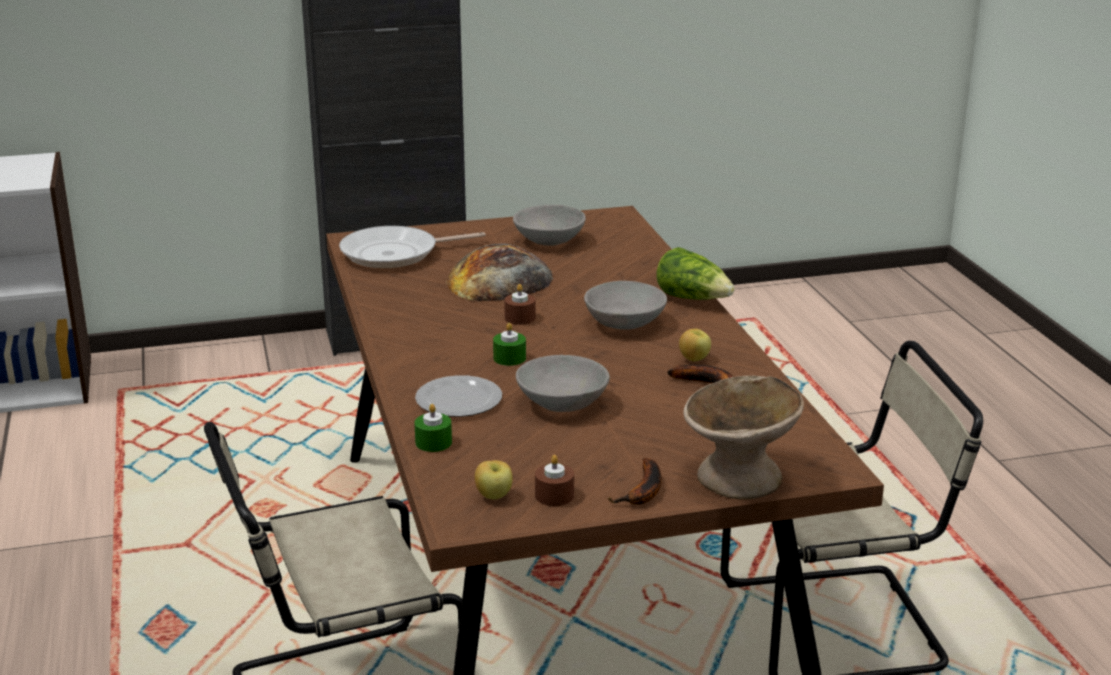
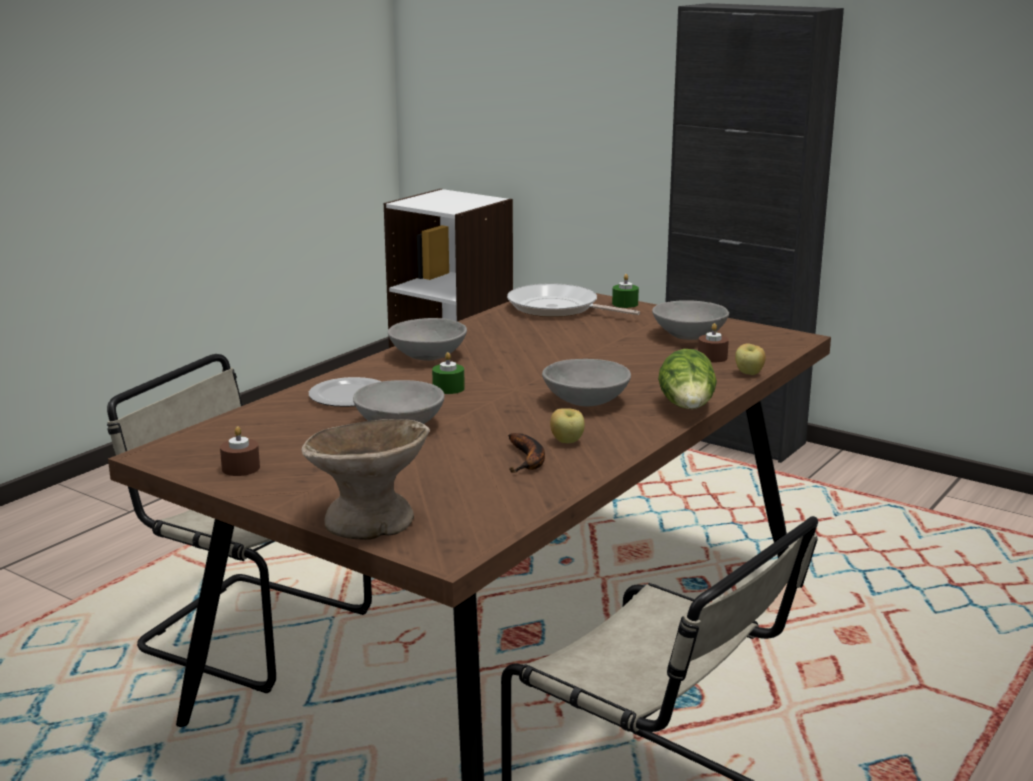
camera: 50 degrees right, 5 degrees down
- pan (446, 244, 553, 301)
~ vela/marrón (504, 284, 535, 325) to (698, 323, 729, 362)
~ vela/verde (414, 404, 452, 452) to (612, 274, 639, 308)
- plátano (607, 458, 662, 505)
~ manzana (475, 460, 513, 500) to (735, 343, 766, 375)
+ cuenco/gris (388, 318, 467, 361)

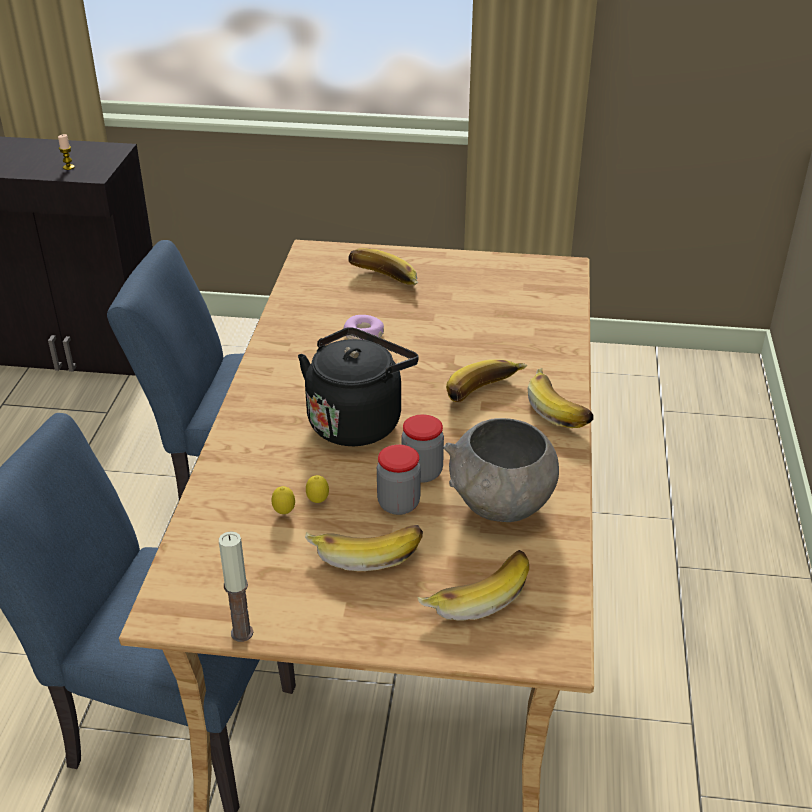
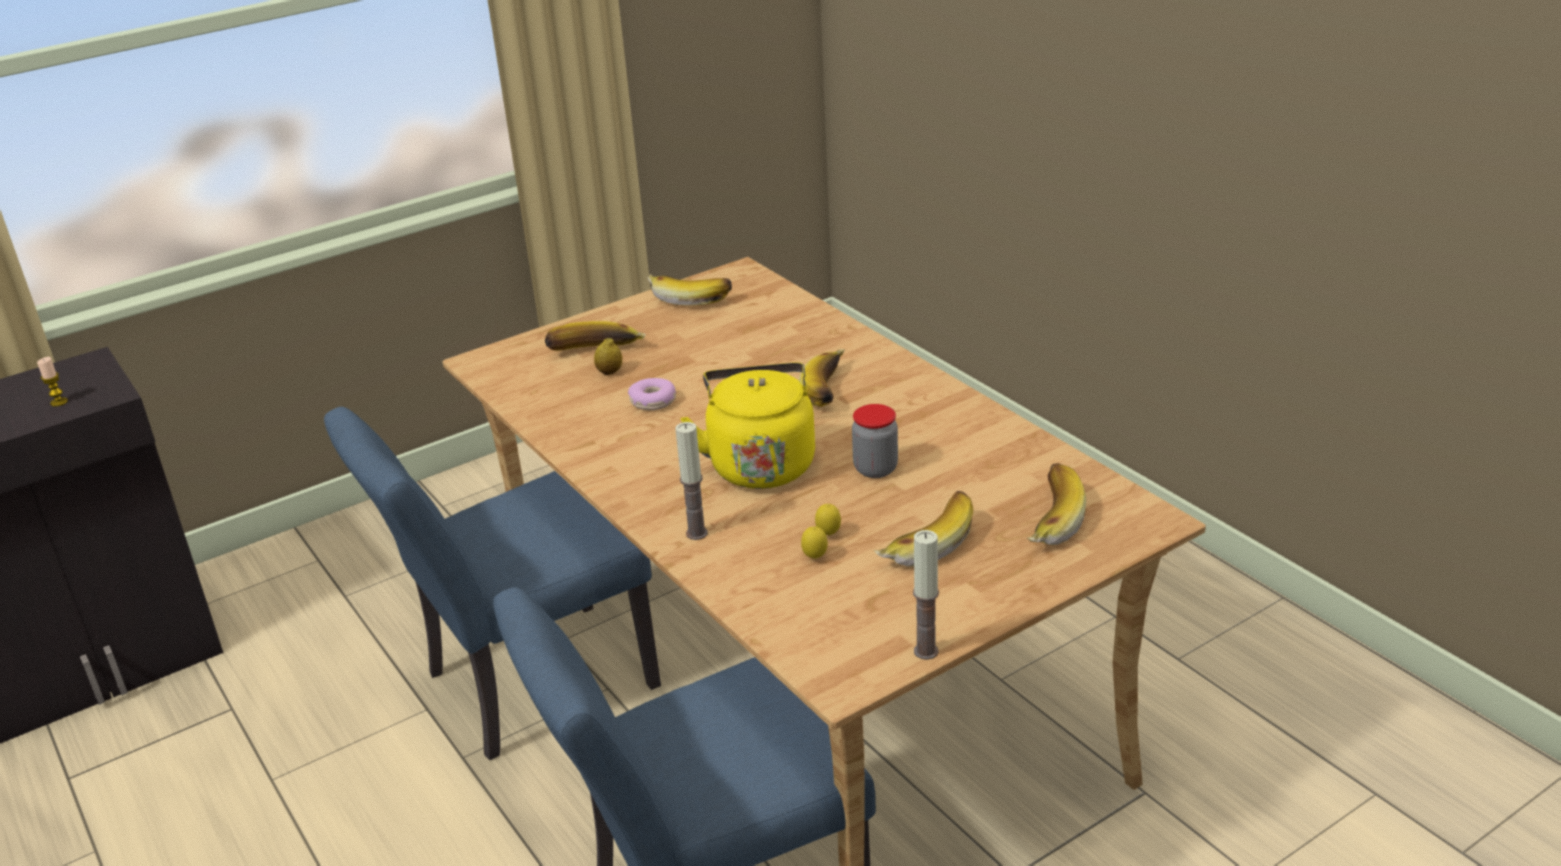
camera: 40 degrees left, 5 degrees down
~ hervidor/negro (298, 327, 419, 446) to hervidor/amarillo (681, 362, 815, 489)
~ plátano (528, 368, 594, 428) to (648, 274, 732, 306)
- cuenco/gris (444, 418, 559, 522)
- tarro (377, 444, 421, 515)
+ limón (594, 338, 622, 375)
+ vela (675, 422, 708, 540)

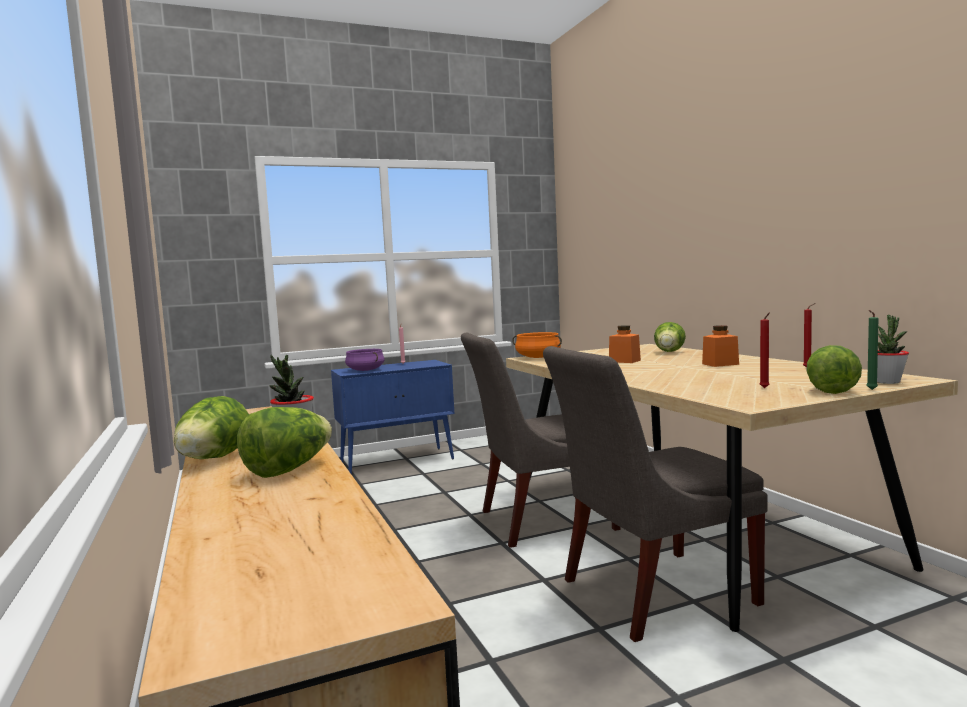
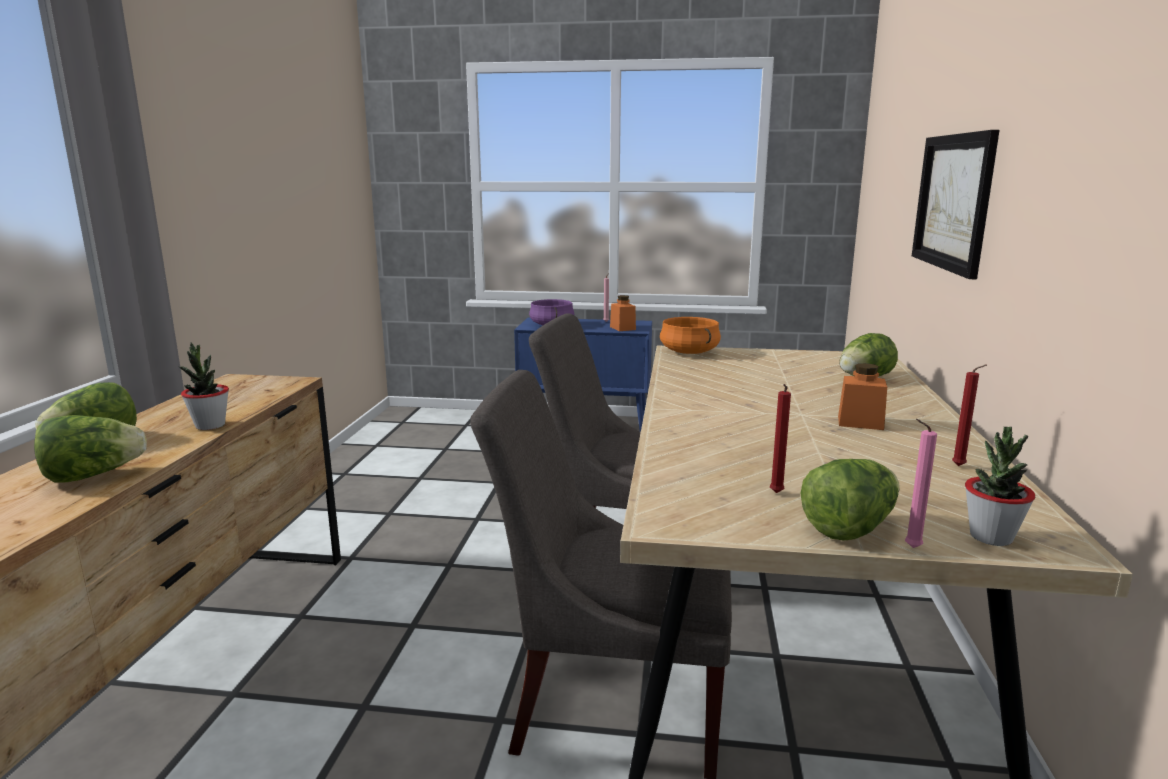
camera: 30 degrees right, 10 degrees up
~ vela/verde (866, 310, 879, 390) to vela/rosa (905, 419, 937, 548)
~ tarro/naranja (609, 325, 641, 363) to (610, 295, 636, 331)
+ cuadro (912, 130, 1000, 279)

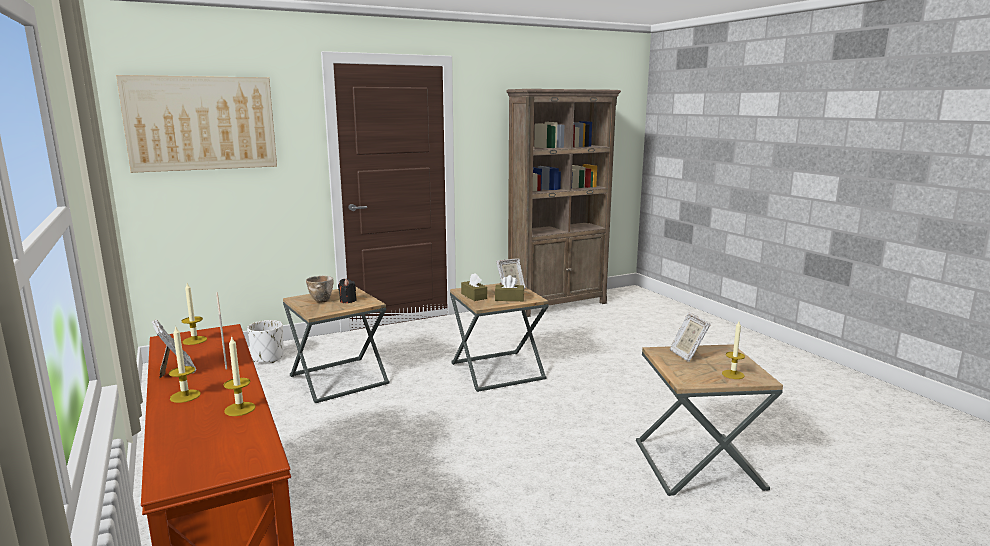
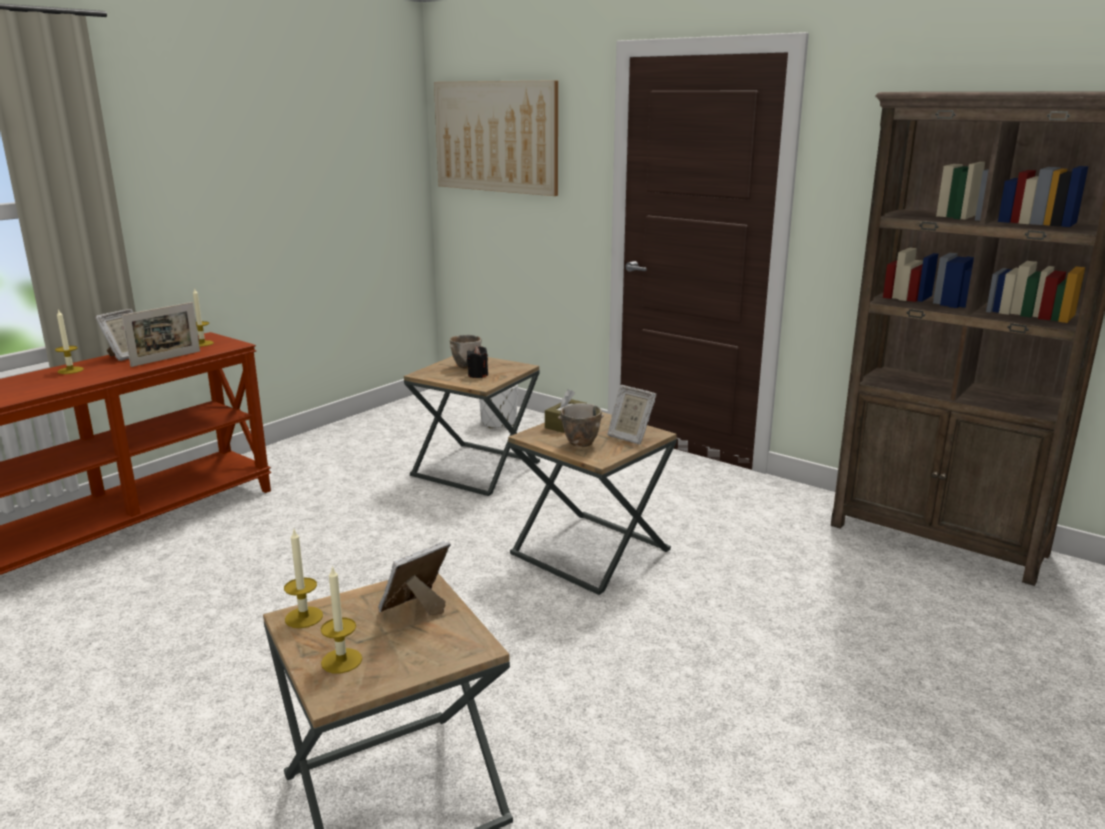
camera: 65 degrees right, 5 degrees up
~ caja de pañuelos/marrón (495, 275, 524, 301) to cuenco (558, 403, 604, 447)
~ vela (223, 335, 256, 416) to (284, 530, 323, 628)

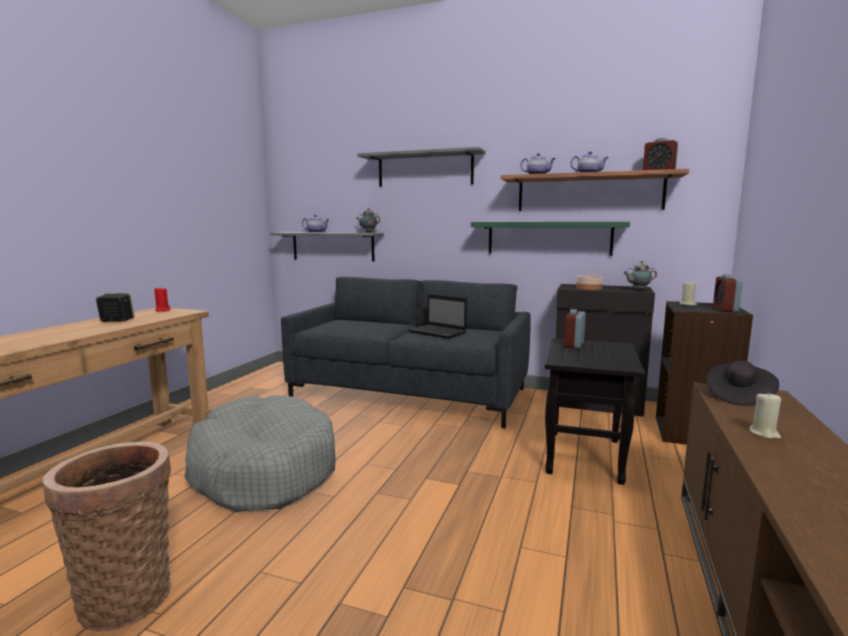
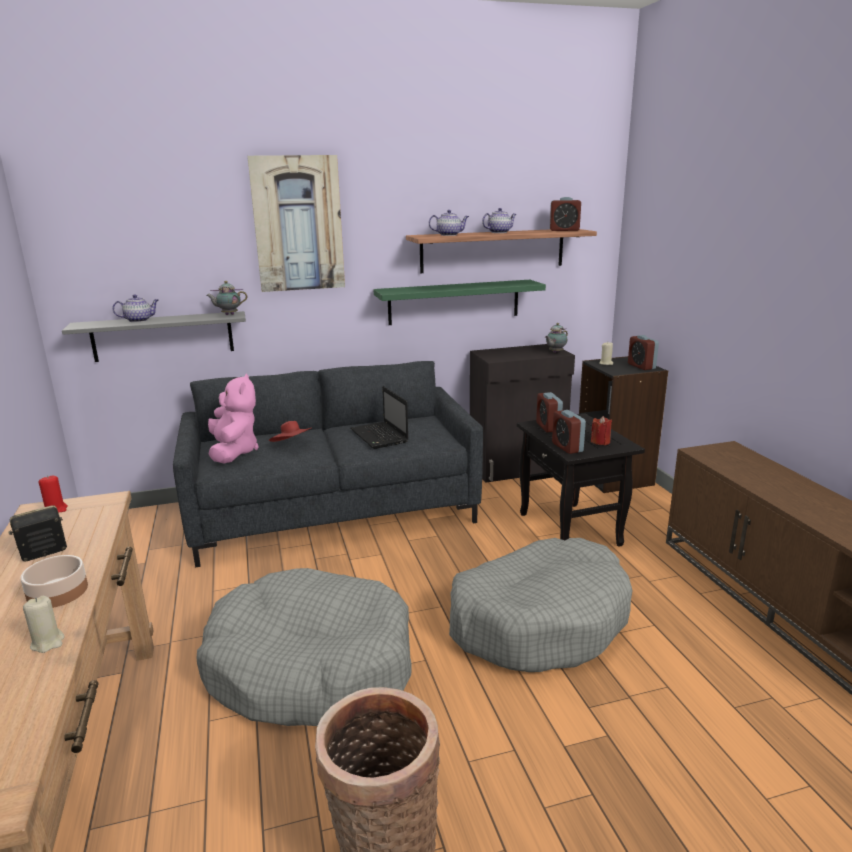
camera: 35 degrees left, 10 degrees up
~ estante/gris (357, 147, 486, 187) to cuadro (247, 155, 345, 292)
~ cuenco (576, 275, 603, 290) to (20, 555, 88, 608)
~ portátil (408, 294, 467, 339) = (350, 386, 409, 449) 60 degrees clockwise
- sombrero/negro (706, 360, 779, 406)
~ vela/beis (749, 392, 781, 439) to (23, 596, 65, 653)
+ peluche/rosa (208, 374, 259, 464)
+ despertador (552, 410, 586, 454)
+ vela/rojo (591, 416, 612, 445)
+ sombrero/rojo (269, 421, 311, 442)
+ cama para perro/gris (449, 538, 632, 672)

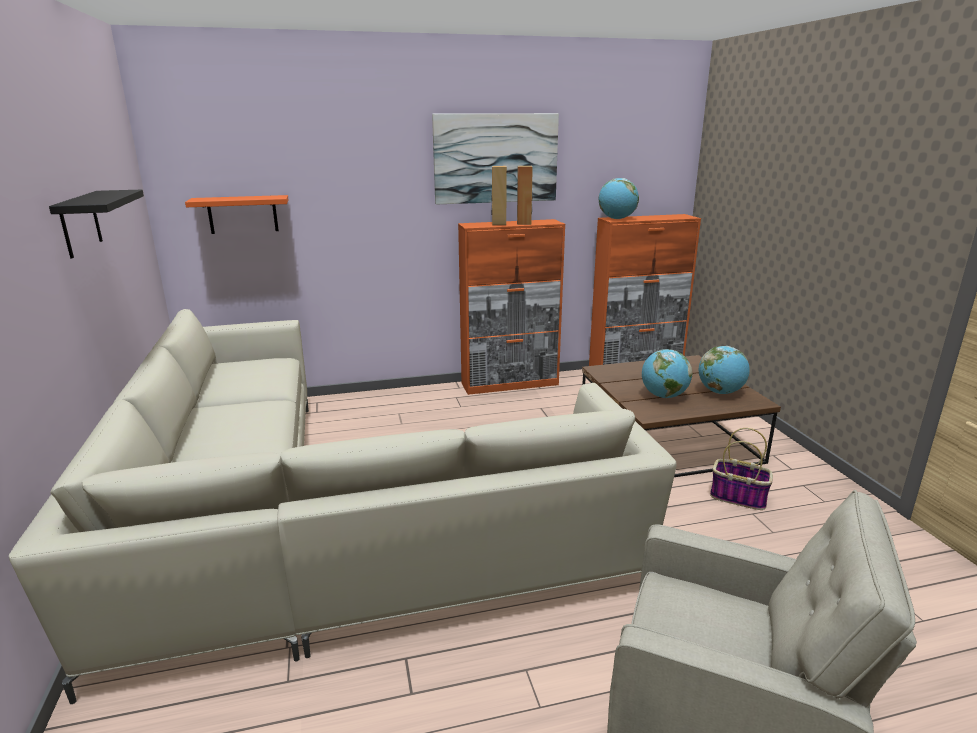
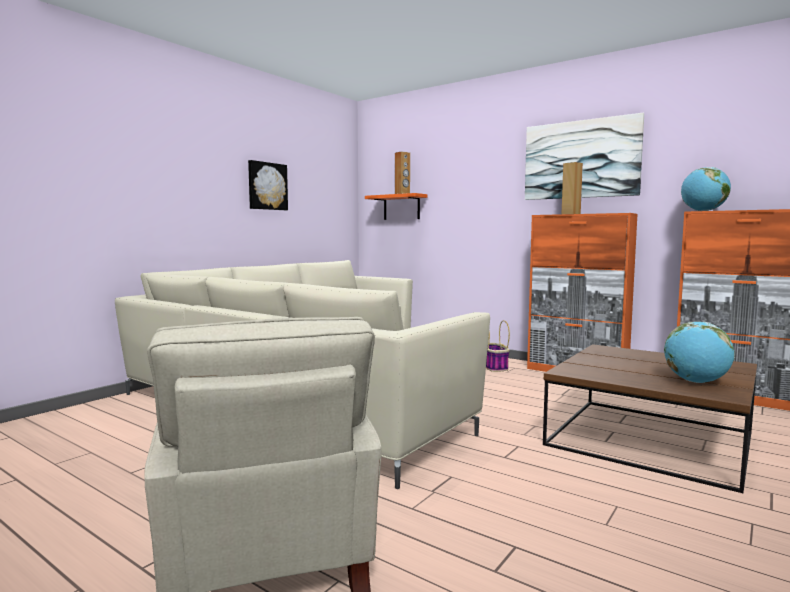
camera: 50 degrees right, 15 degrees down
~ altavoz/marrón (517, 166, 533, 225) to (395, 151, 410, 194)
~ estante/negro (49, 190, 144, 258) to cuadro (248, 160, 288, 210)
- globo terráqueo (642, 349, 692, 398)
~ cesta (710, 428, 773, 510) to (486, 320, 510, 372)

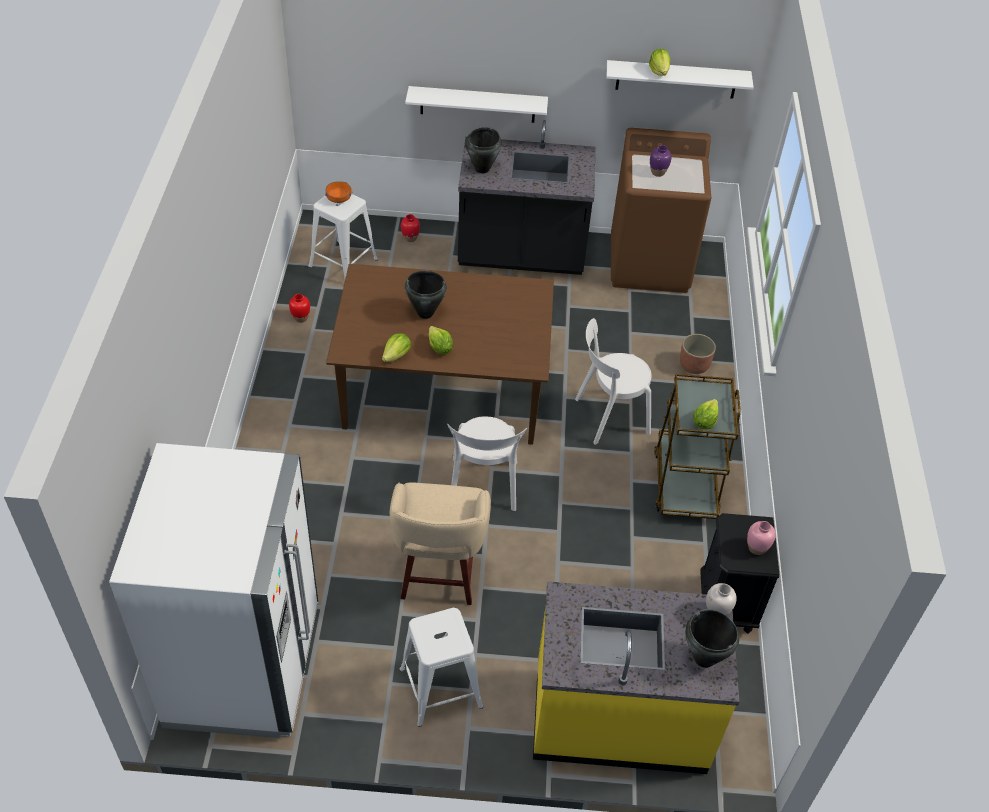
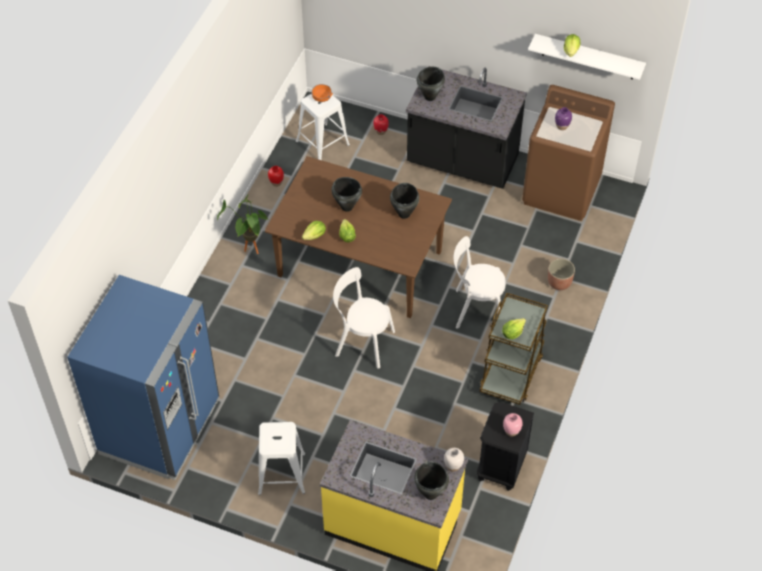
camera: 20 degrees right, 5 degrees up
- estante/blanco (405, 86, 548, 123)
~ silla/blanco (447, 416, 527, 511) = (333, 267, 395, 369) 90 degrees clockwise
~ nevera/blanco (109, 443, 318, 738) to nevera/azul (67, 275, 219, 480)
- taburete/beis (390, 482, 491, 605)
+ olla/negro (390, 183, 419, 219)
+ planta en maceta (217, 194, 269, 254)

